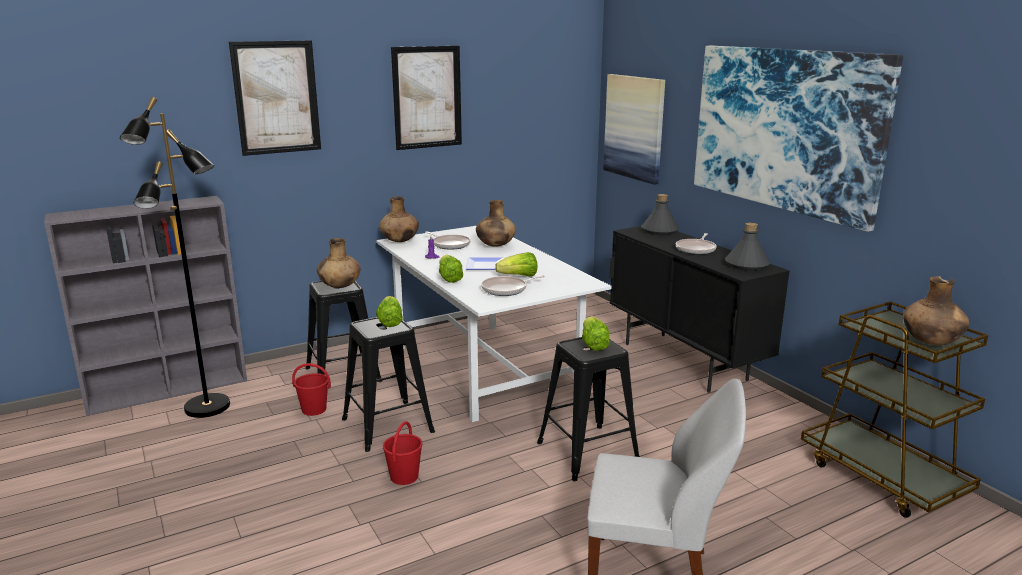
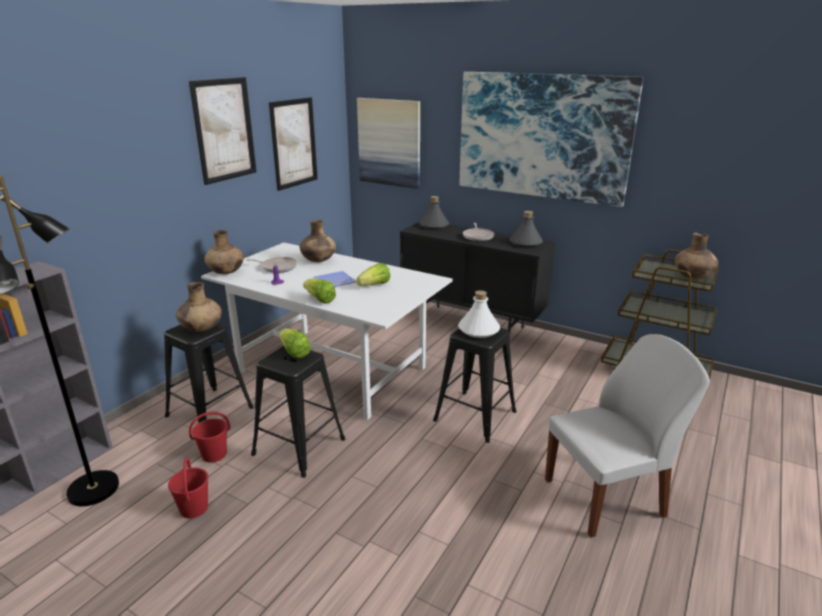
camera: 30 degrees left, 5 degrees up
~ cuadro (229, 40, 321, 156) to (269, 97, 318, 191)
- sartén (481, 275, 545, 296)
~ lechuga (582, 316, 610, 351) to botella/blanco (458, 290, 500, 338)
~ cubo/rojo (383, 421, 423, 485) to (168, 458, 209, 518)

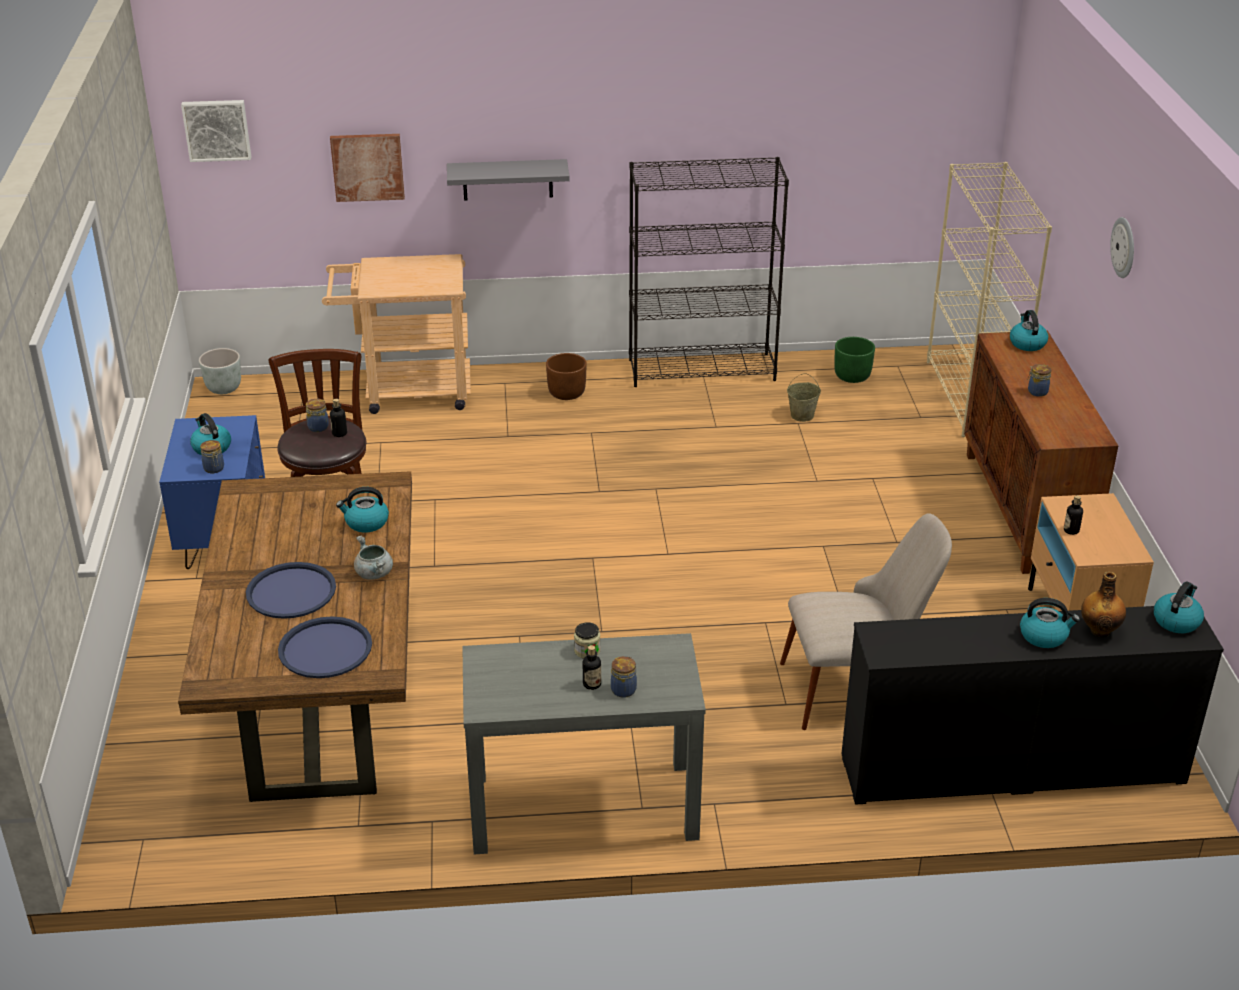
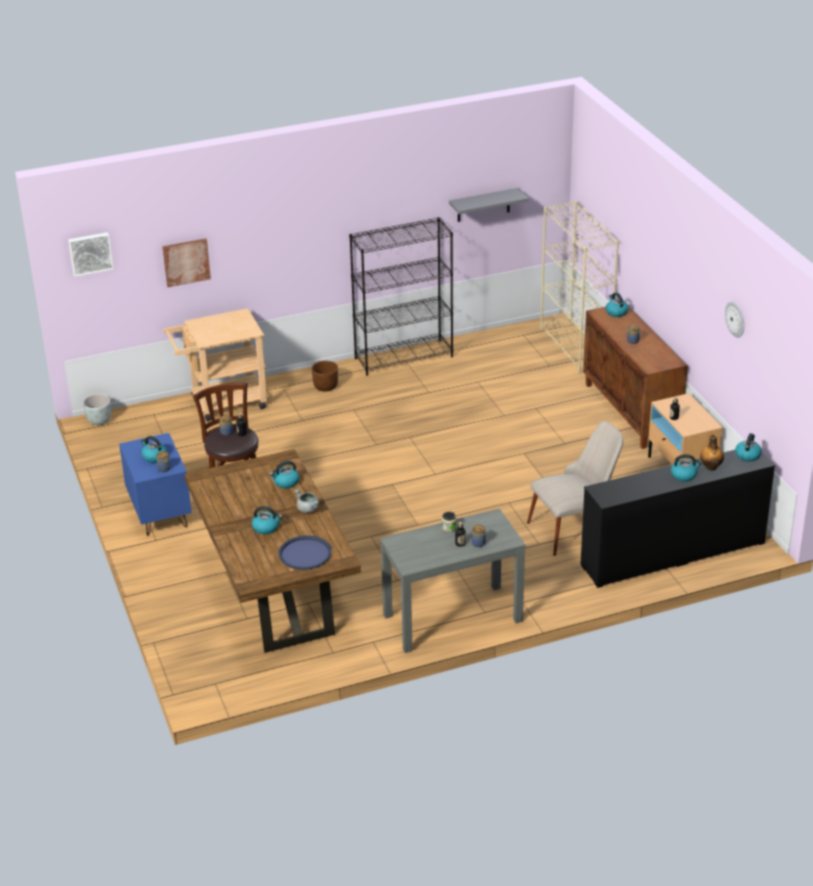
camera: 15 degrees left, 0 degrees up
~ estante/gris (447, 159, 570, 201) to (449, 188, 529, 222)
~ reloj de pared (1110, 217, 1134, 278) to (725, 302, 744, 338)
- maceta/verde (834, 337, 875, 383)
- cubo/beis (787, 373, 821, 422)
~ bandeja/azul (246, 562, 336, 619) to hervidor (252, 506, 282, 534)

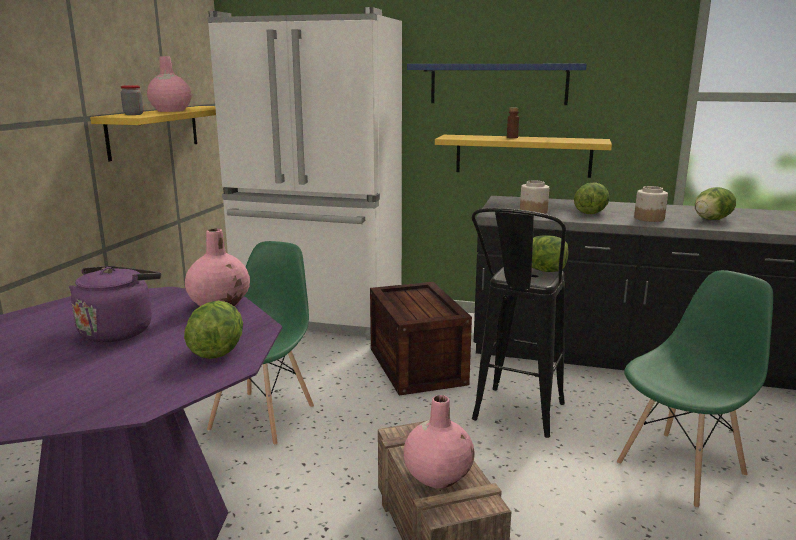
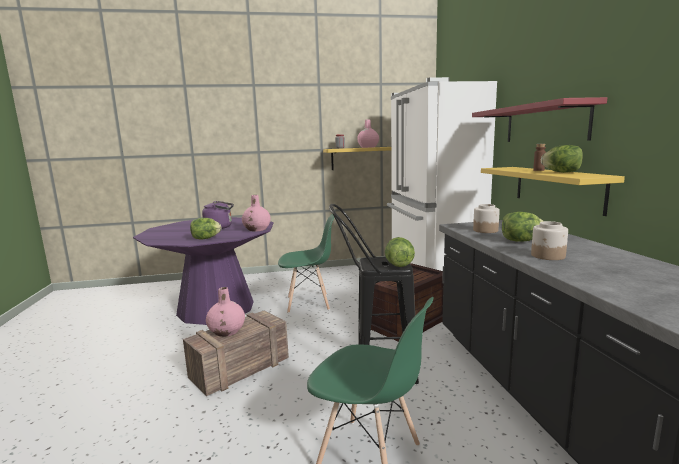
camera: 65 degrees right, 5 degrees down
~ estante/azul (407, 64, 587, 105) to estante/rojo (472, 97, 607, 142)
~ lechuga (695, 187, 736, 220) to (541, 145, 583, 173)

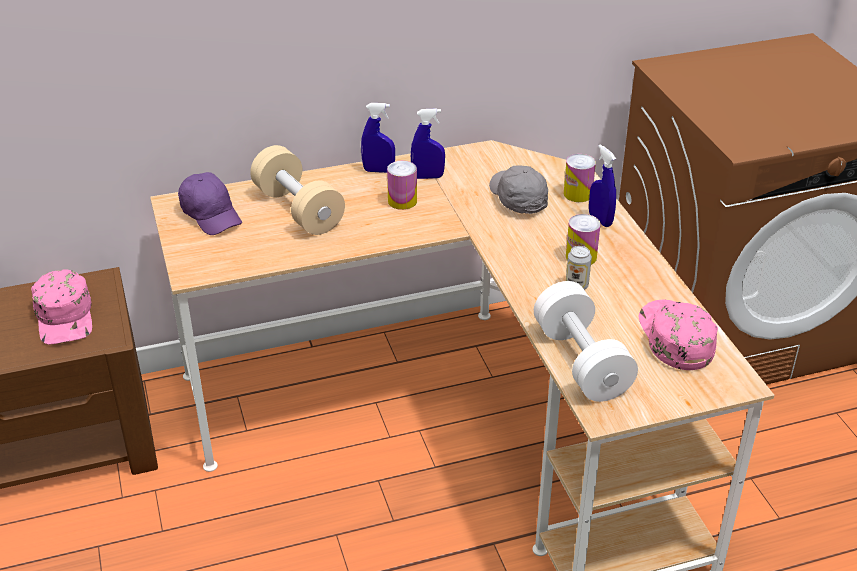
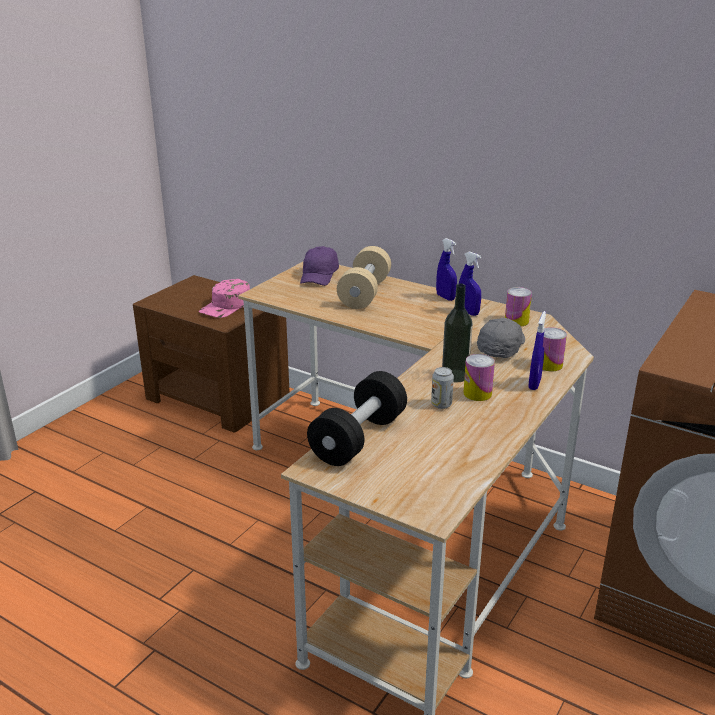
camera: 50 degrees right, 10 degrees down
~ lata (387, 161, 417, 210) to (505, 287, 532, 326)
~ mancuerna/blanco (534, 281, 638, 402) to mancuerna/negro (307, 371, 407, 466)
- gorra/rosa (638, 299, 718, 370)
+ botella (442, 283, 473, 382)

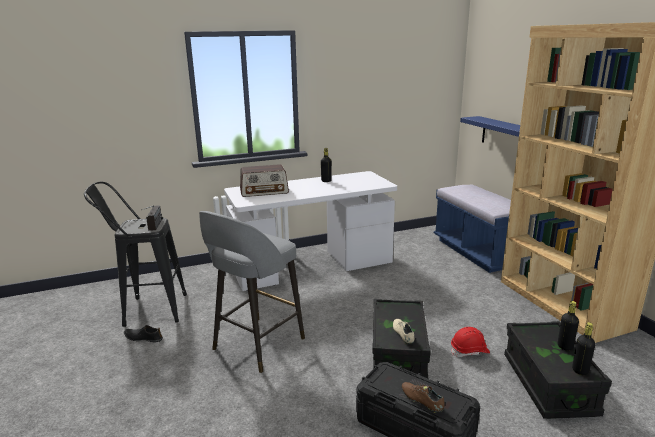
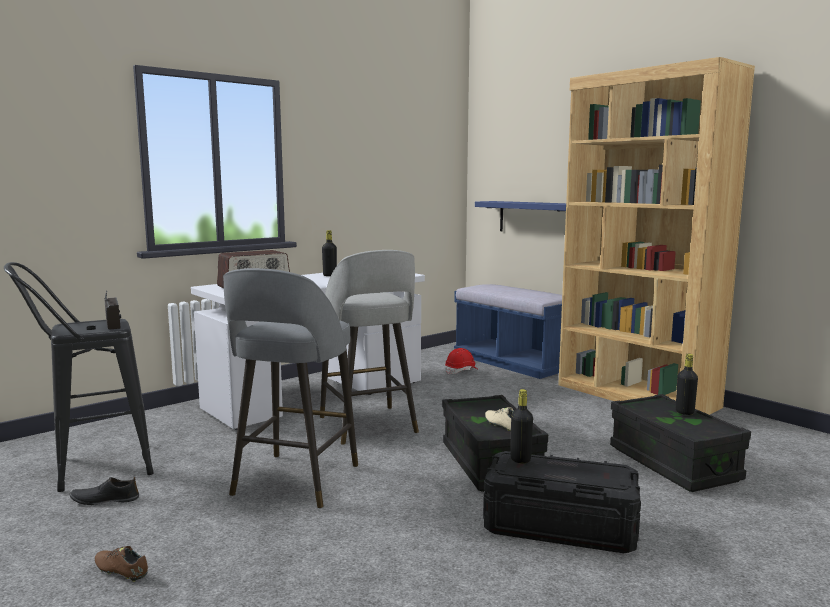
camera: 20 degrees left, 10 degrees down
~ botella/negro (572, 322, 595, 375) to (511, 389, 533, 464)
~ casco/rojo (451, 327, 490, 357) to (445, 348, 479, 375)
~ zapato/marrón (402, 382, 445, 413) to (95, 546, 148, 582)
+ taburete/gris (320, 250, 419, 445)

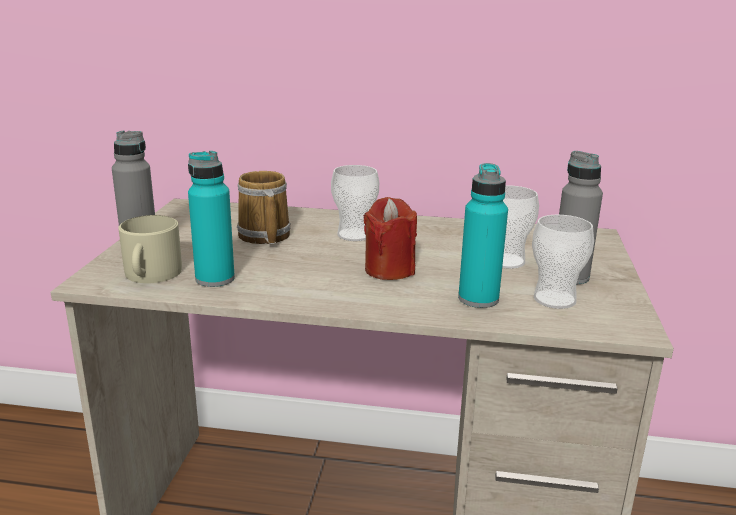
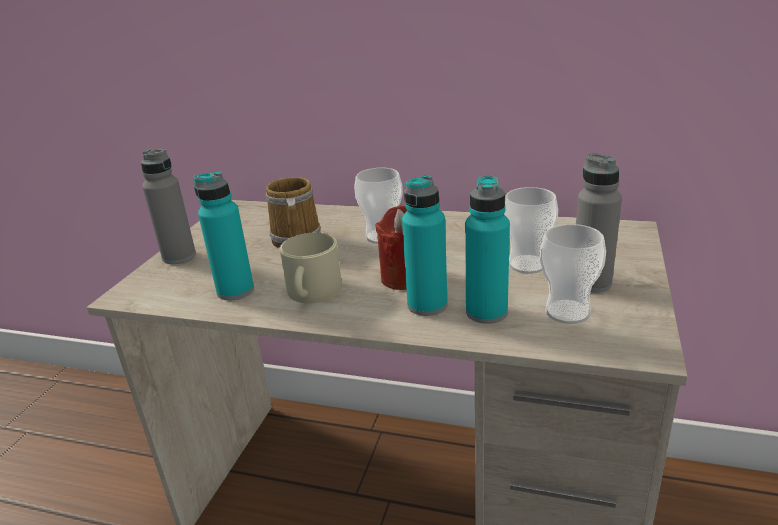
camera: 10 degrees right, 5 degrees up
~ taza grande/beis (118, 215, 182, 283) to (280, 233, 341, 303)
+ botella/turquesa (402, 175, 448, 316)

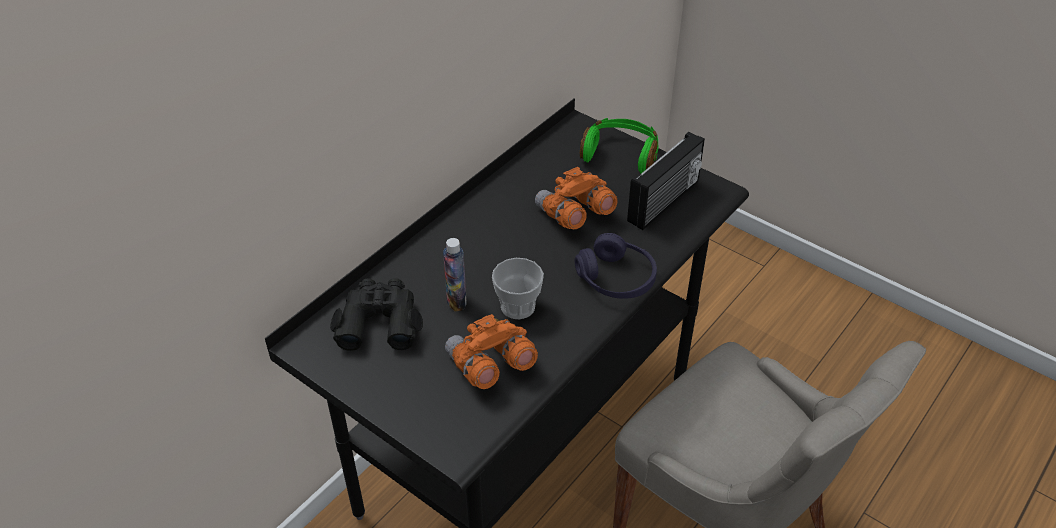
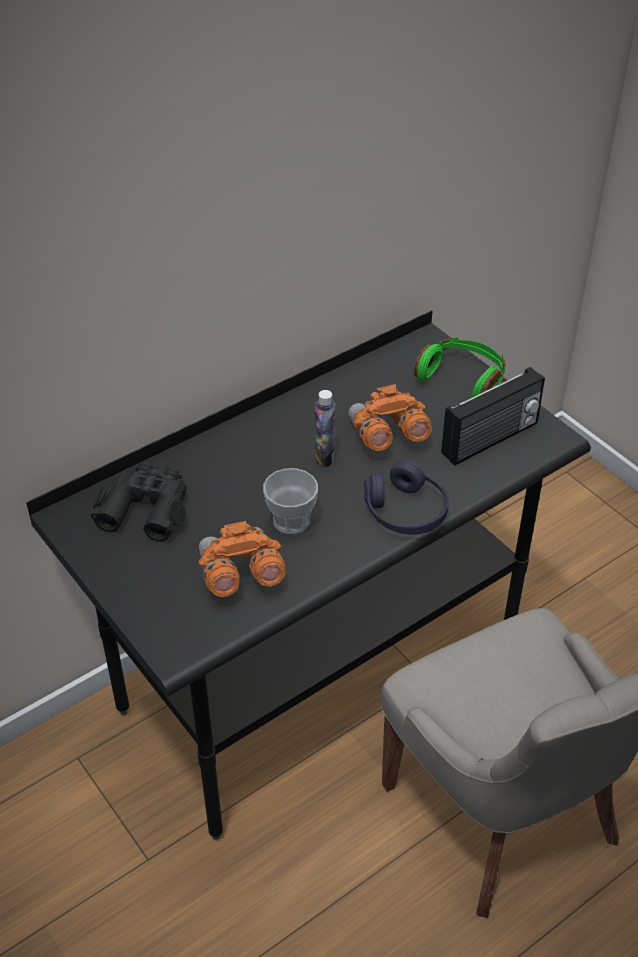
camera: 15 degrees right, 0 degrees up
~ botella (443, 238, 467, 312) to (315, 390, 335, 467)

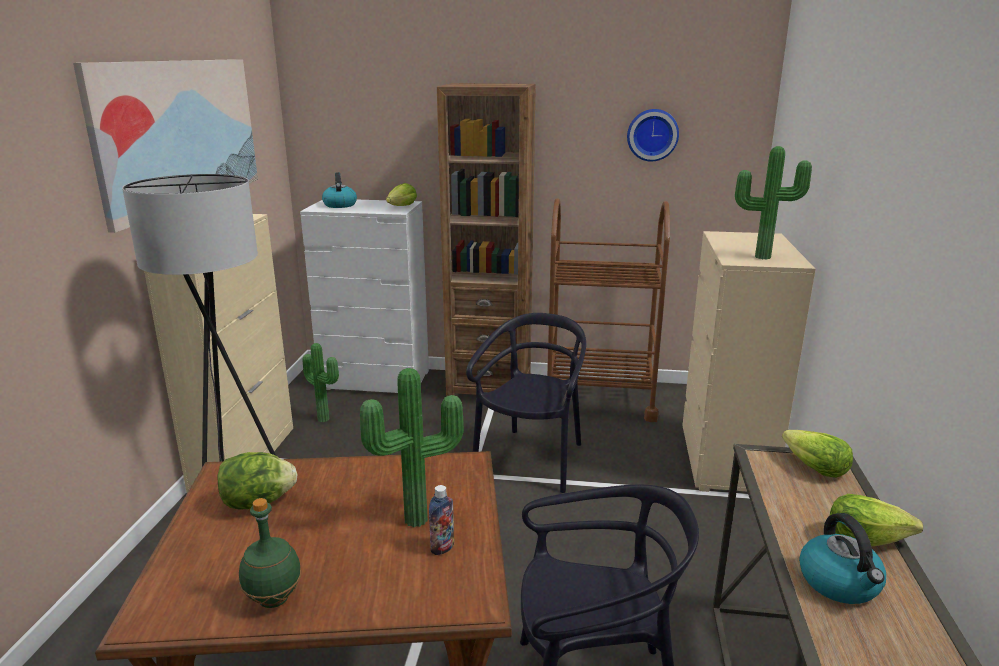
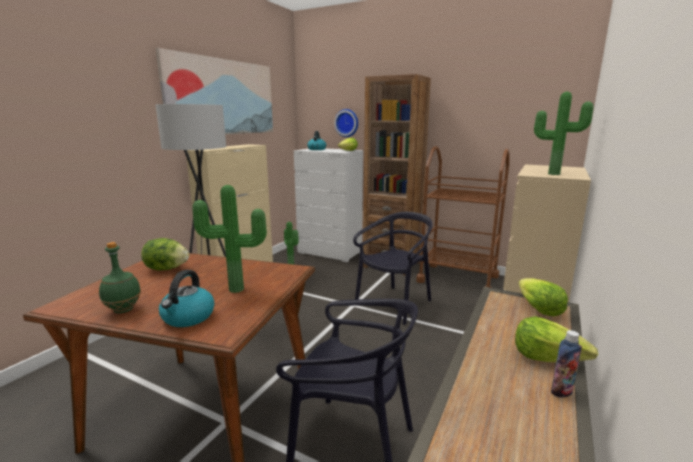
camera: 20 degrees right, 5 degrees down
~ reloj de pared (627, 109, 679, 161) to (334, 109, 358, 137)
~ botella (429, 485, 454, 555) to (551, 330, 582, 397)
~ hervidor (799, 513, 886, 604) to (159, 270, 215, 327)

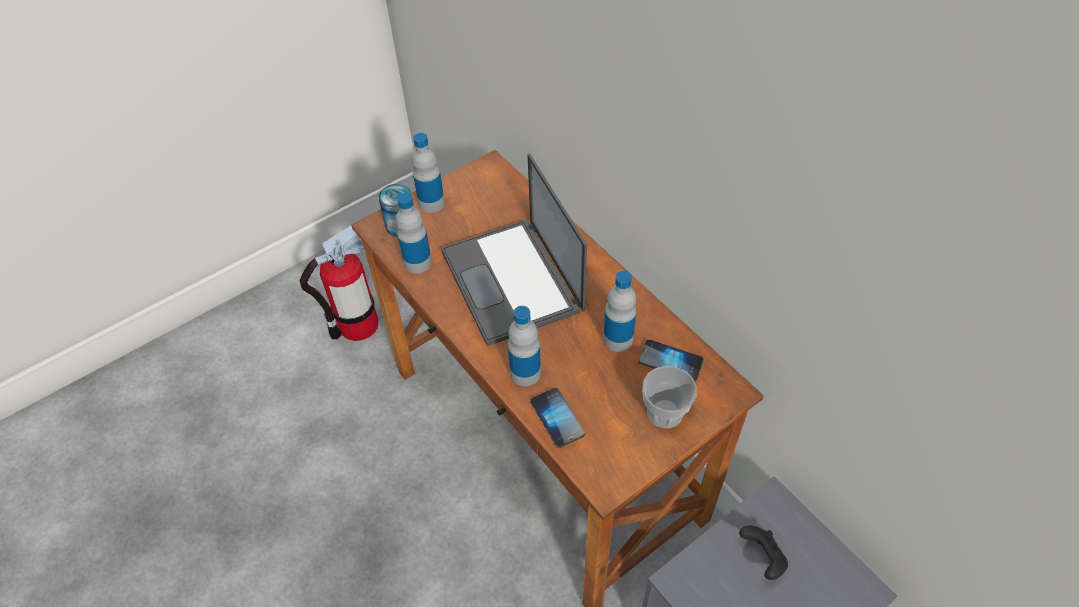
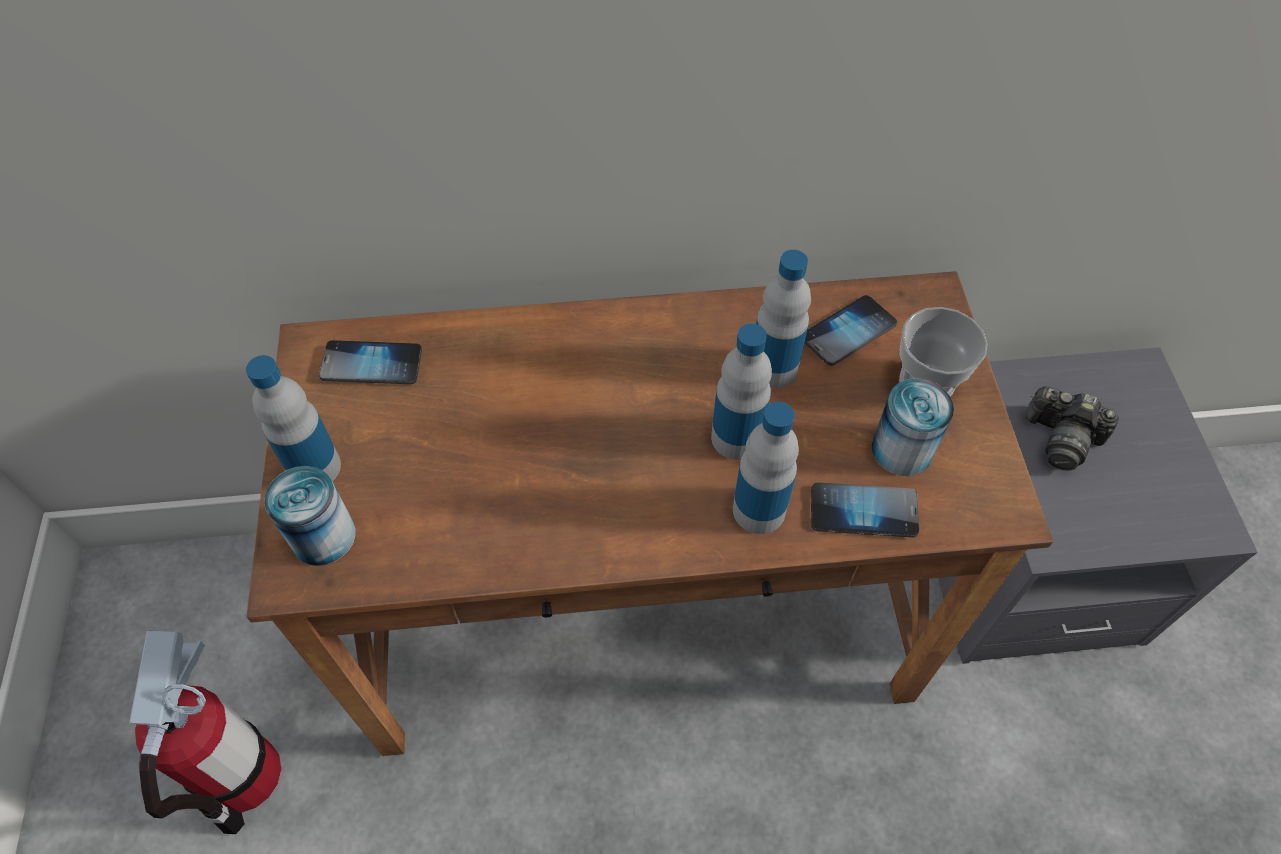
camera: 60 degrees left, 5 degrees up
- portátil (441, 153, 587, 346)
~ botella (396, 193, 432, 273) to (711, 324, 772, 460)
~ mando de consola/negro (739, 526, 788, 580) to cámara (1025, 386, 1119, 470)
+ móvil (319, 340, 422, 384)
+ lata (871, 378, 954, 476)

